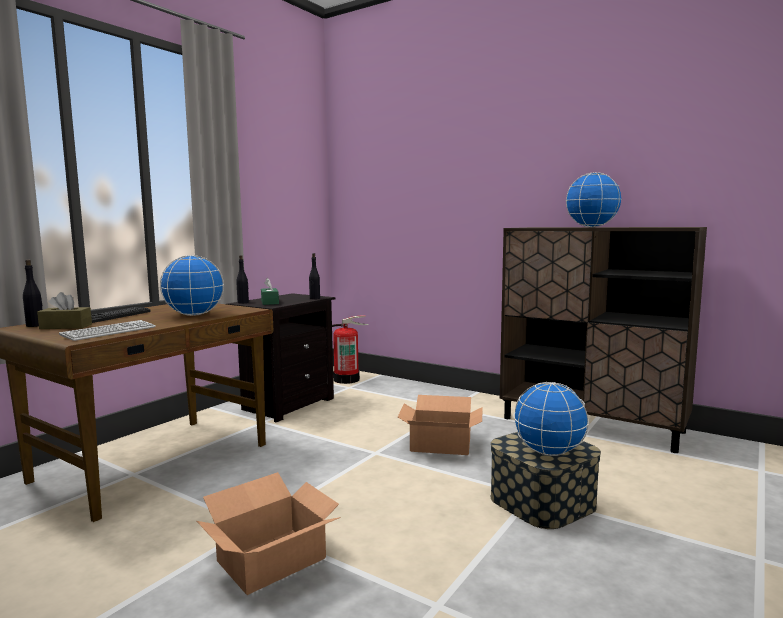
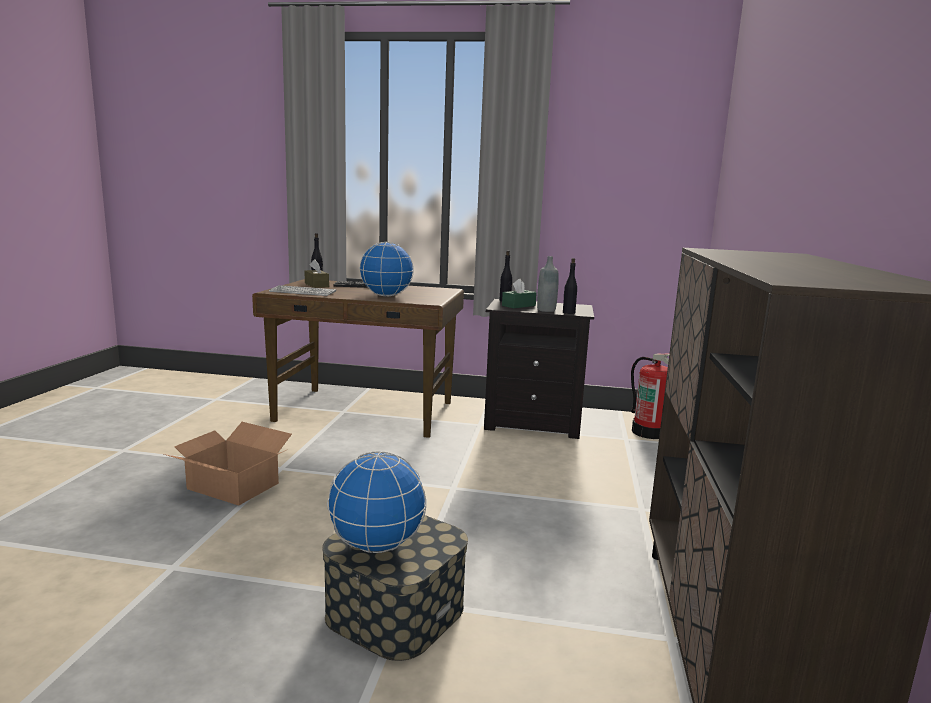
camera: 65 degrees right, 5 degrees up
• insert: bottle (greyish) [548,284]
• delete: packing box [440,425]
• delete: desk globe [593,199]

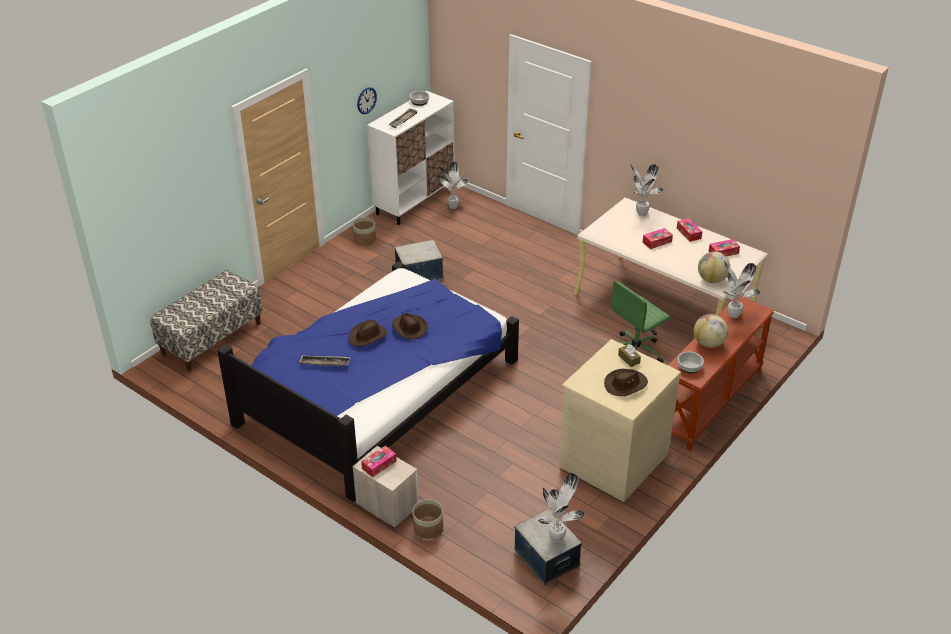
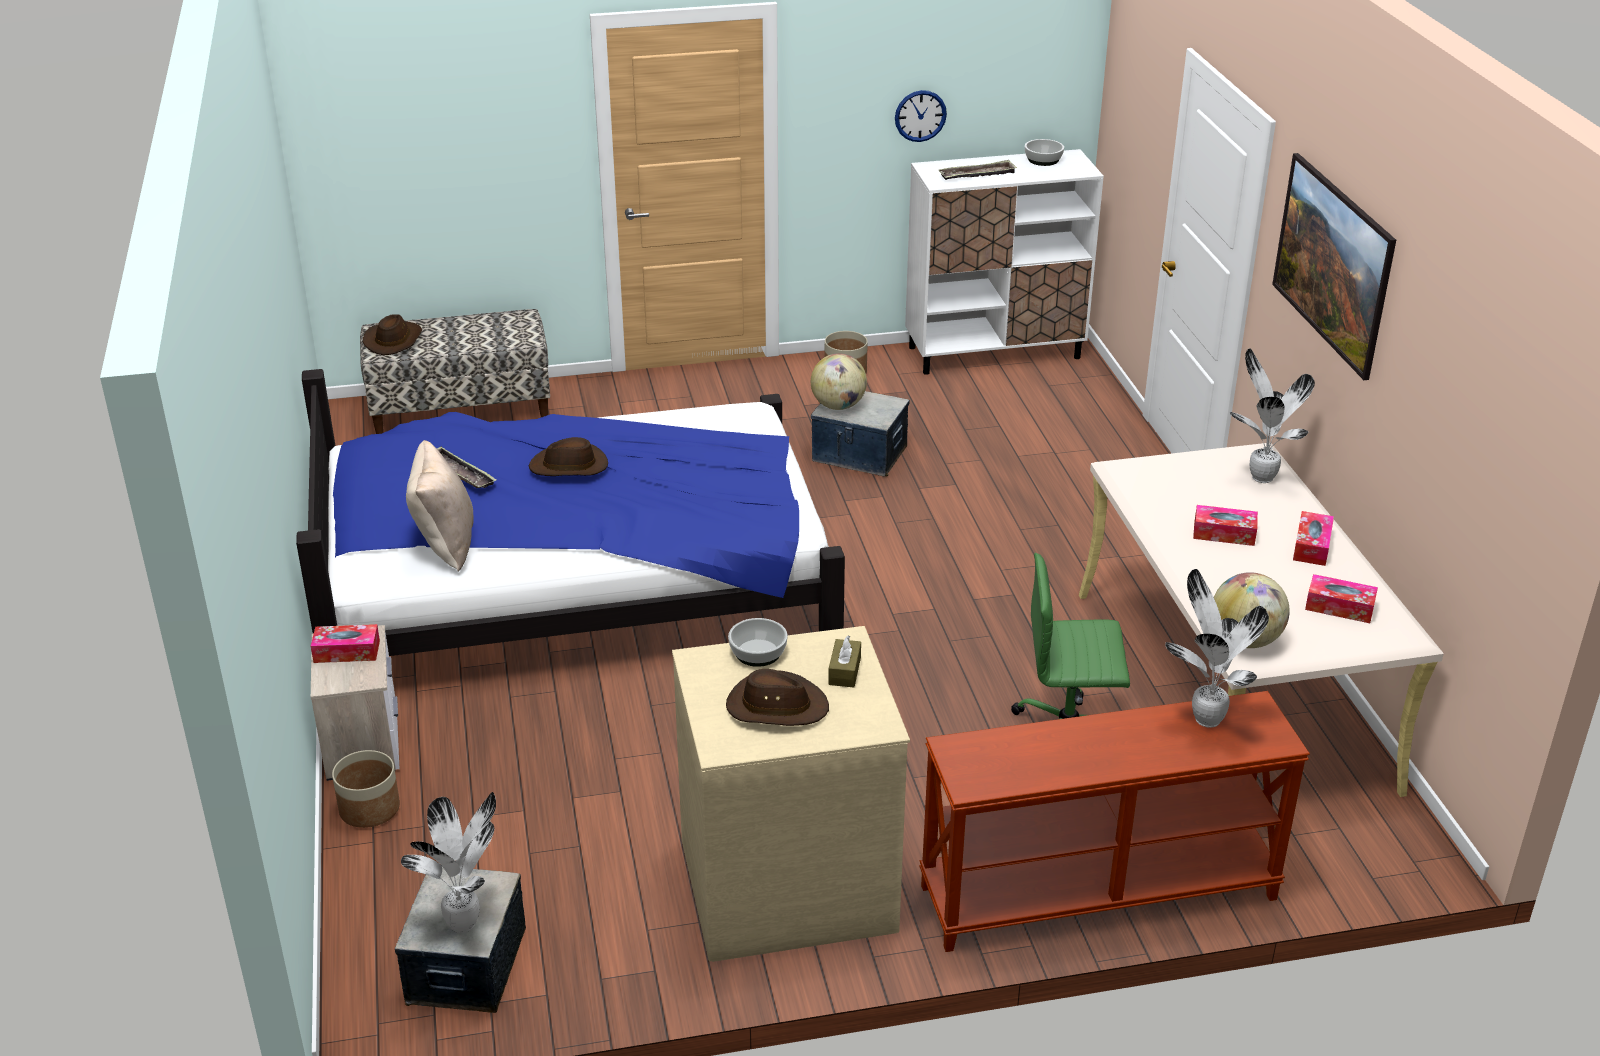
camera: 40 degrees right, 5 degrees down
• move: clothing hat (brownish) [410,326] to [392,334]
• insert: pillow (beige-coloured) [440,506]
• move: bowl [691,362] to [758,642]
• move: desk globe [711,331] to [839,381]
• insert: wall picture [1334,266]
• delete: houseplant [453,185]

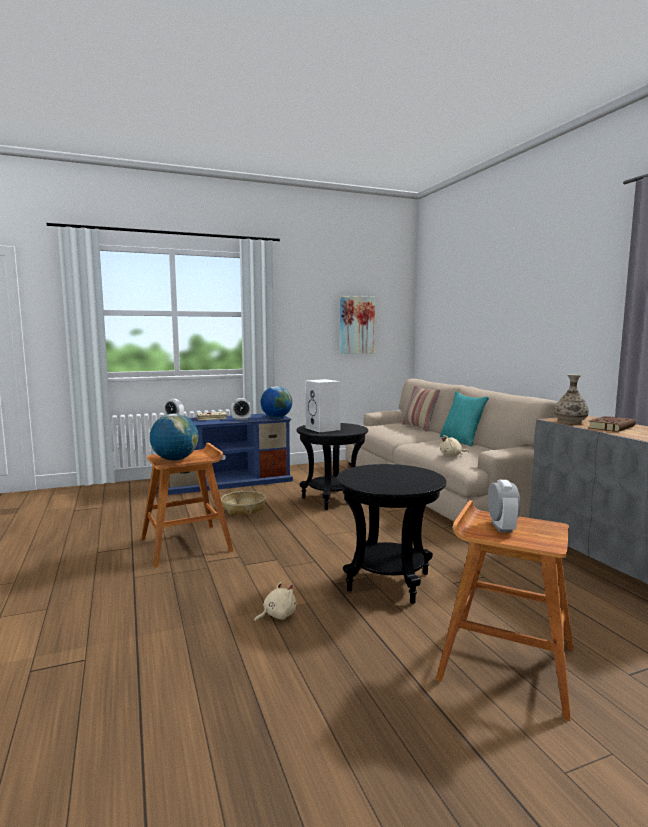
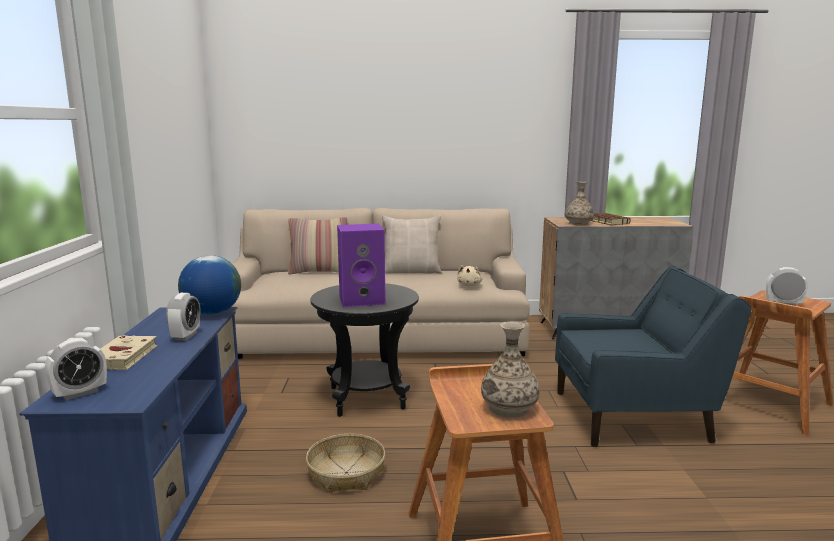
camera: 70 degrees left, 5 degrees up
• recolor: speaker (white) [323,405] to speaker (purple) [361,265]
• recolor: pillow (blue-green) [464,419] to pillow (beige-coloured) [412,244]
• replace: desk globe [174,437] to vase [510,369]
• replace: accent table (blackish) [391,534] to armchair (blue-coloured) [653,356]
• delete: cuddly toy (beige-coloured) [275,602]
• delete: wall picture [357,325]

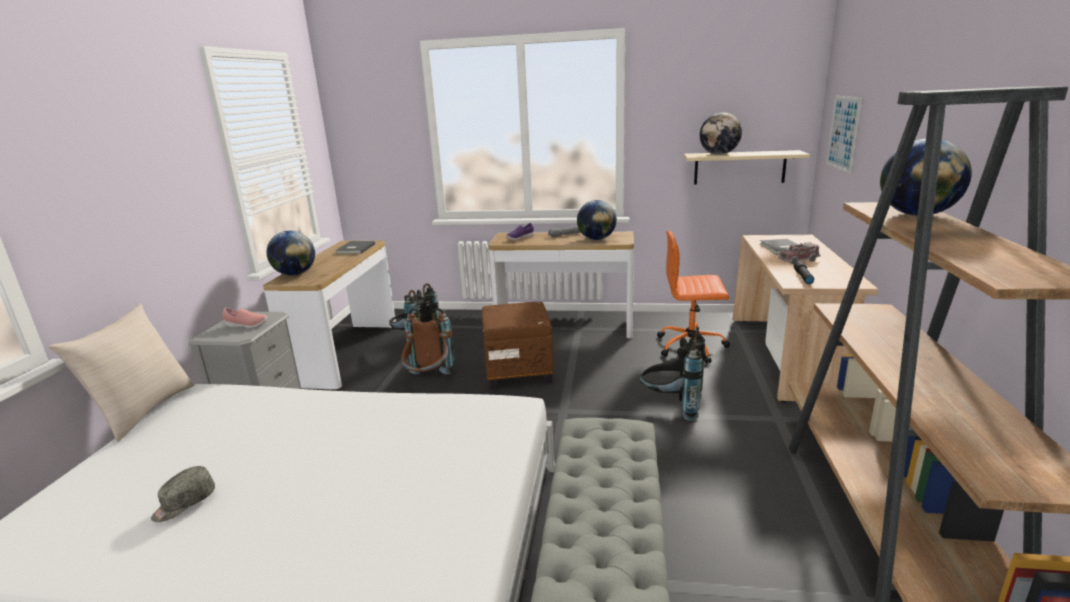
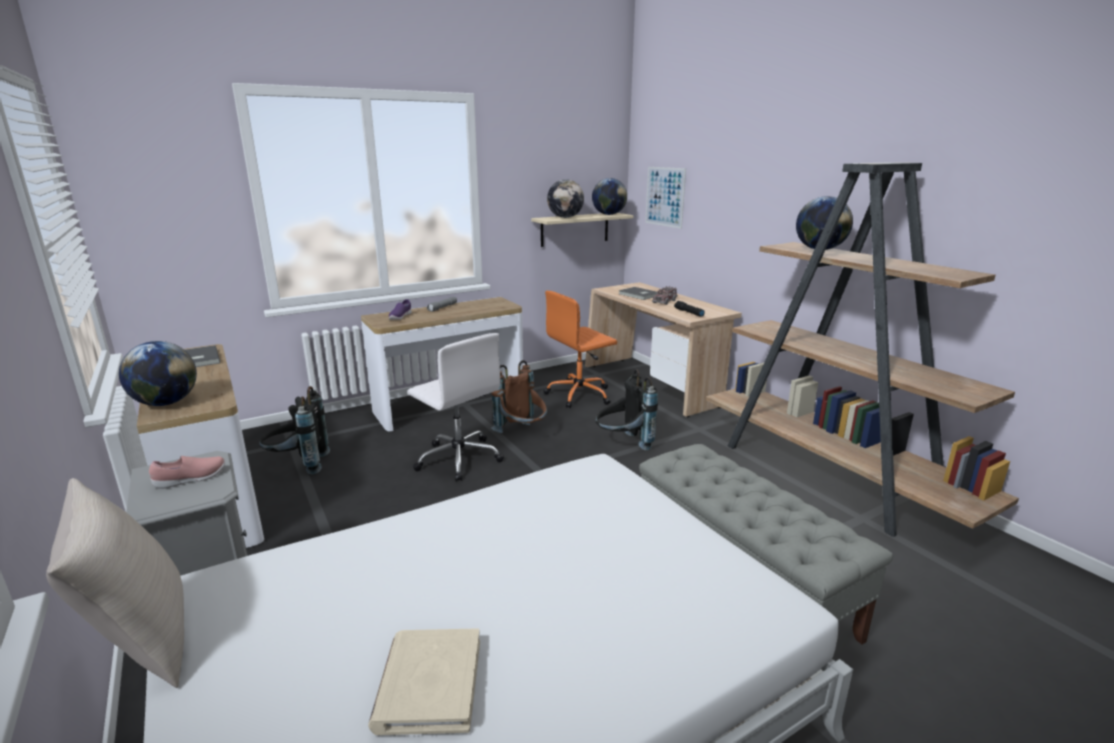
camera: 40 degrees left, 0 degrees up
• replace: baseball cap (greyish) [183,494] to bound book (beige-coloured) [424,681]
• replace: footrest (brownish) [518,345] to computer chair (white) [455,407]
• move: rucksack (brownish) [428,341] to [519,396]
• move: desk globe [597,220] to [609,196]

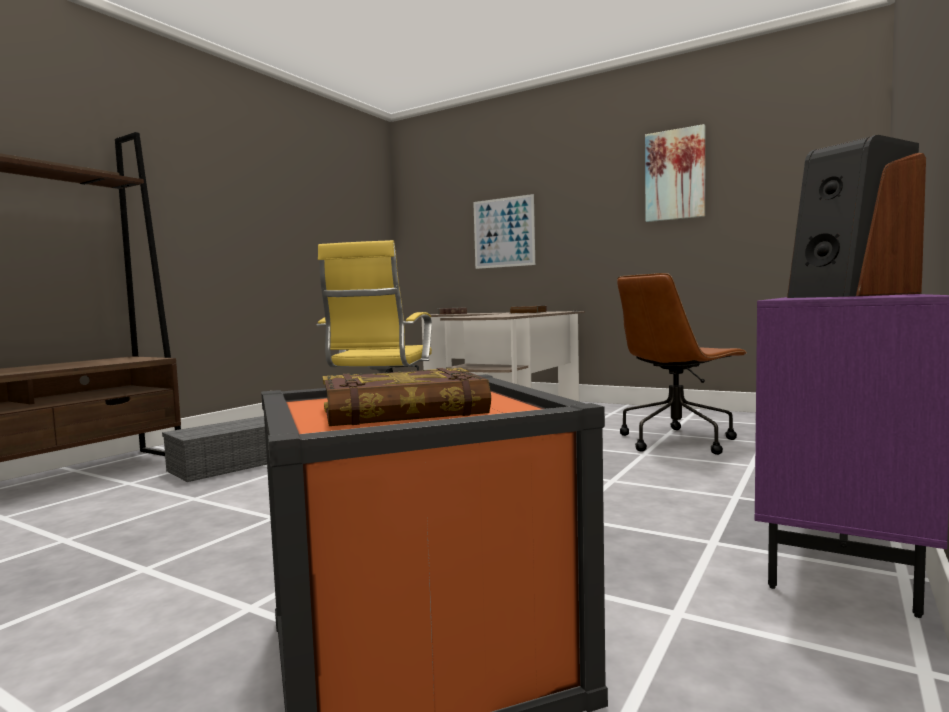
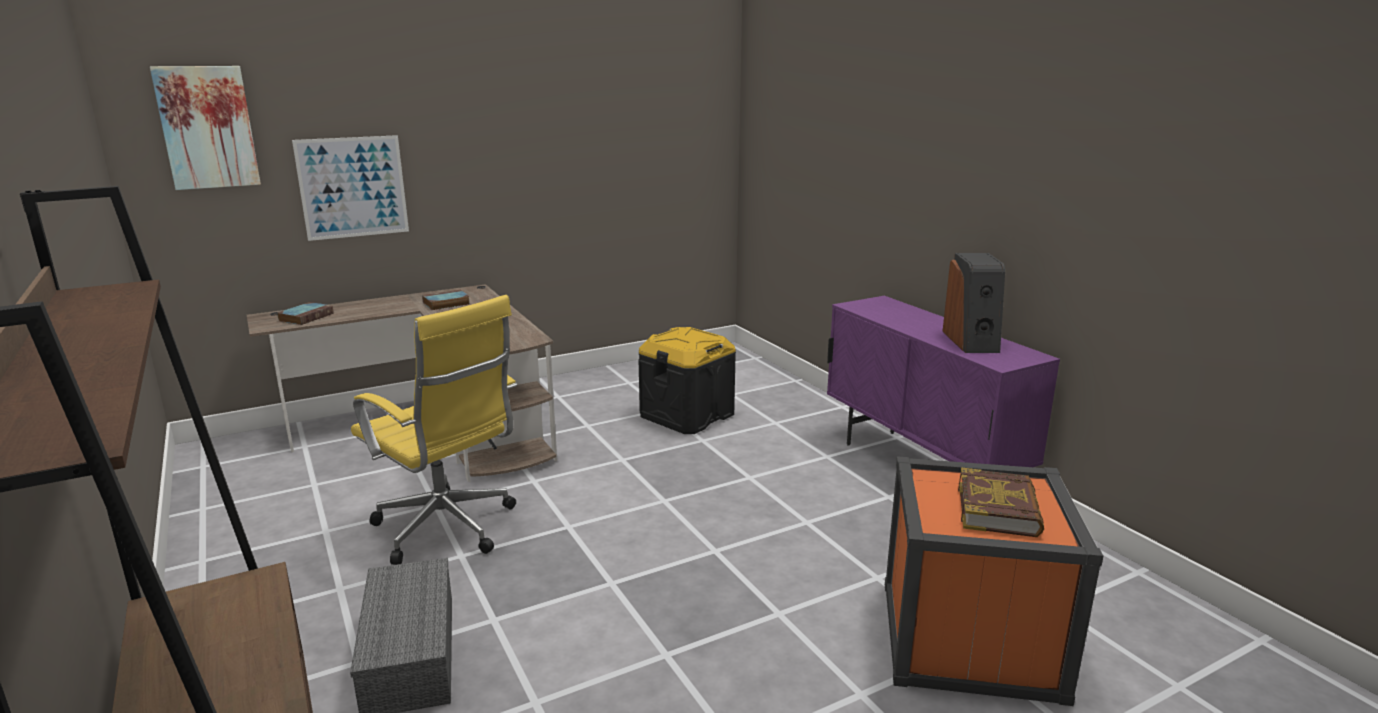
camera: 60 degrees left, 15 degrees up
• move: wall picture [675,173] to [205,128]
• replace: computer chair (brownish) [682,364] to storage container (blackish) [687,380]

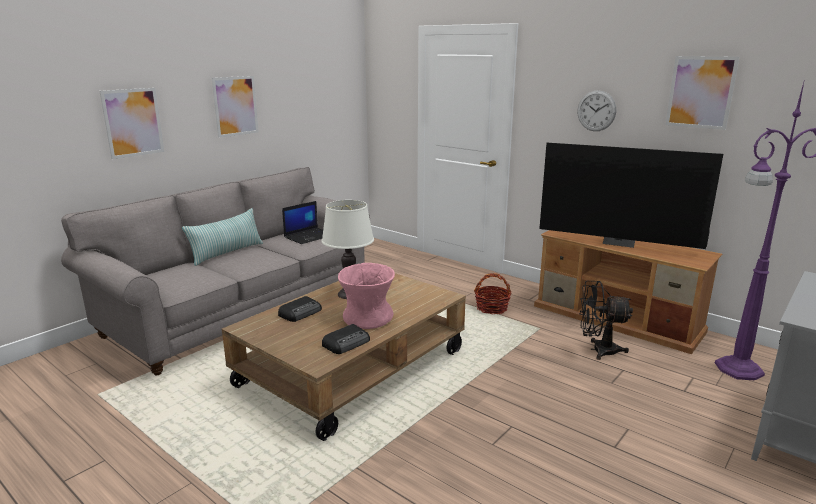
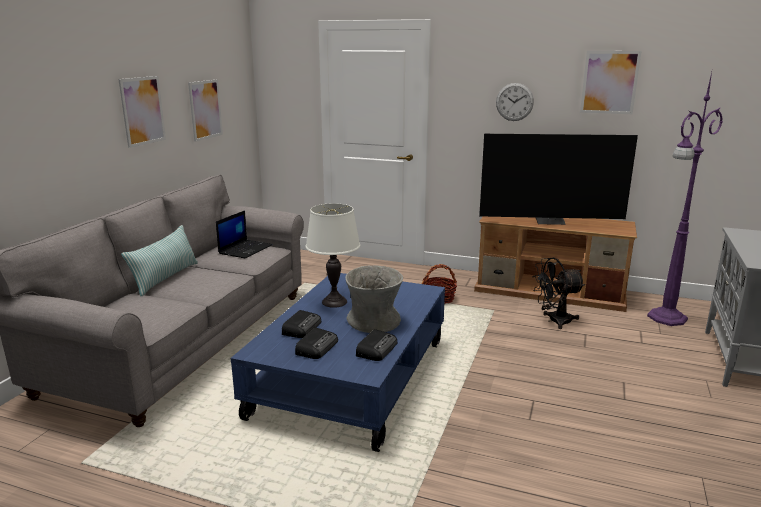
camera: 20 degrees left, 0 degrees up
• move: wall picture [132,123] to [205,110]
• recolor: low table (brownish) [344,357] to low table (blue-coloured) [338,362]
• insert: radio set [316,343]
• recolor: vase (pink) [366,296] to vase (greyish) [374,299]

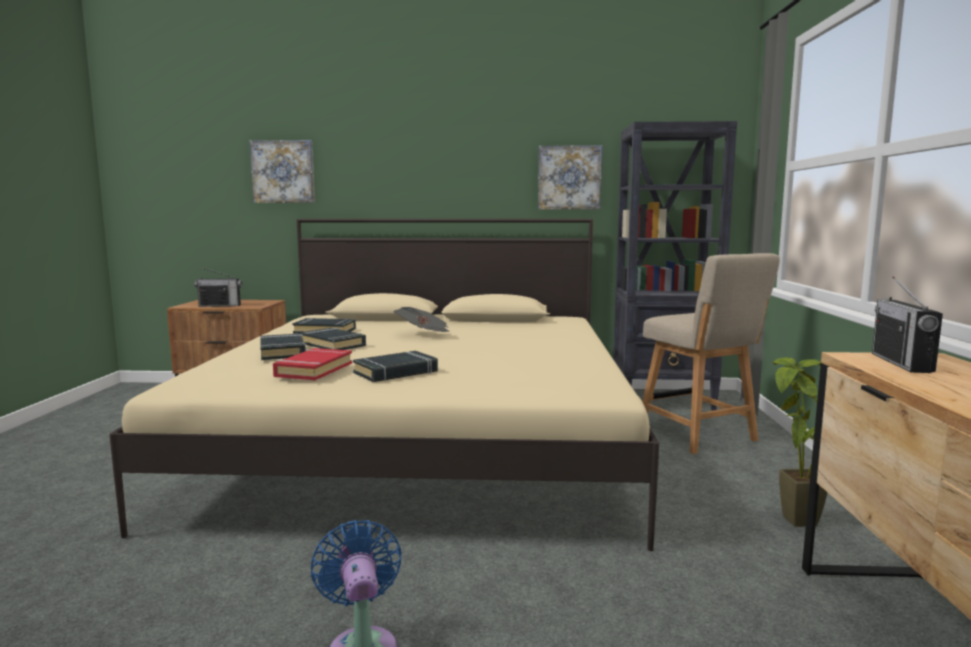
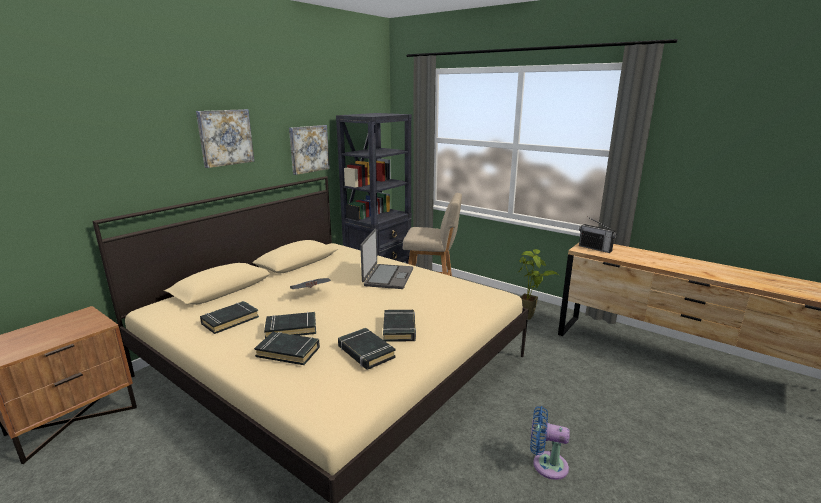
camera: 55 degrees left, 10 degrees up
• move: wall picture [282,171] to [225,138]
• recolor: bound book (red) [312,364] to bound book (blackish) [367,349]
• insert: laptop [386,258]
• delete: radio set [218,287]

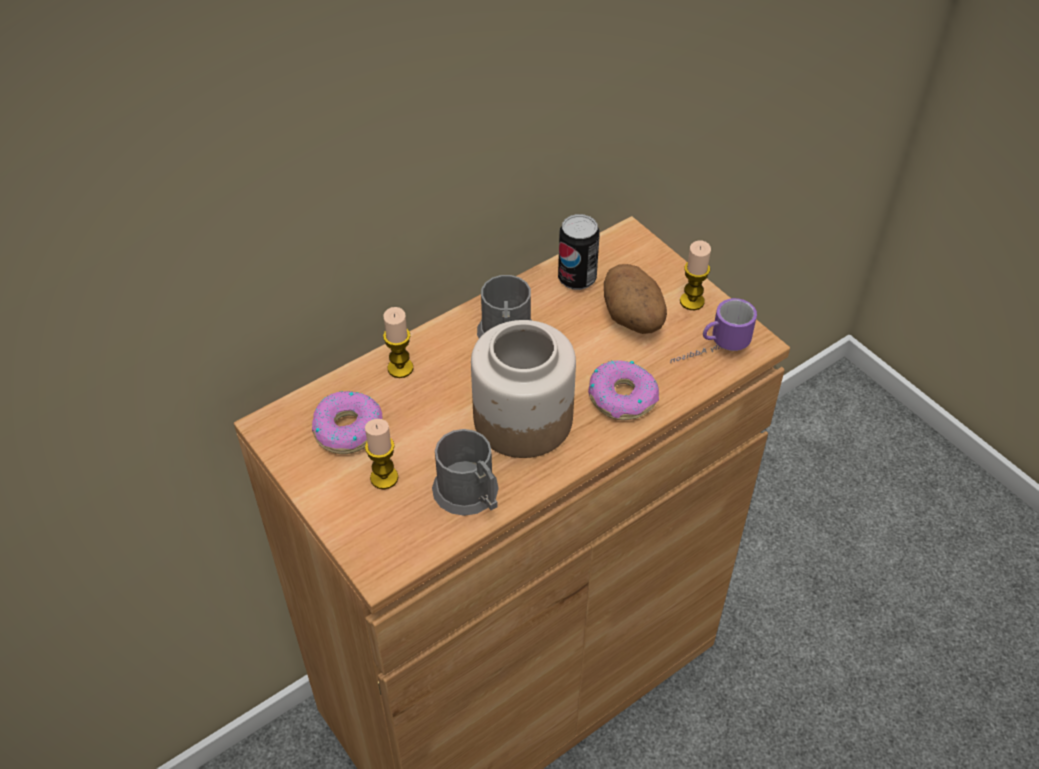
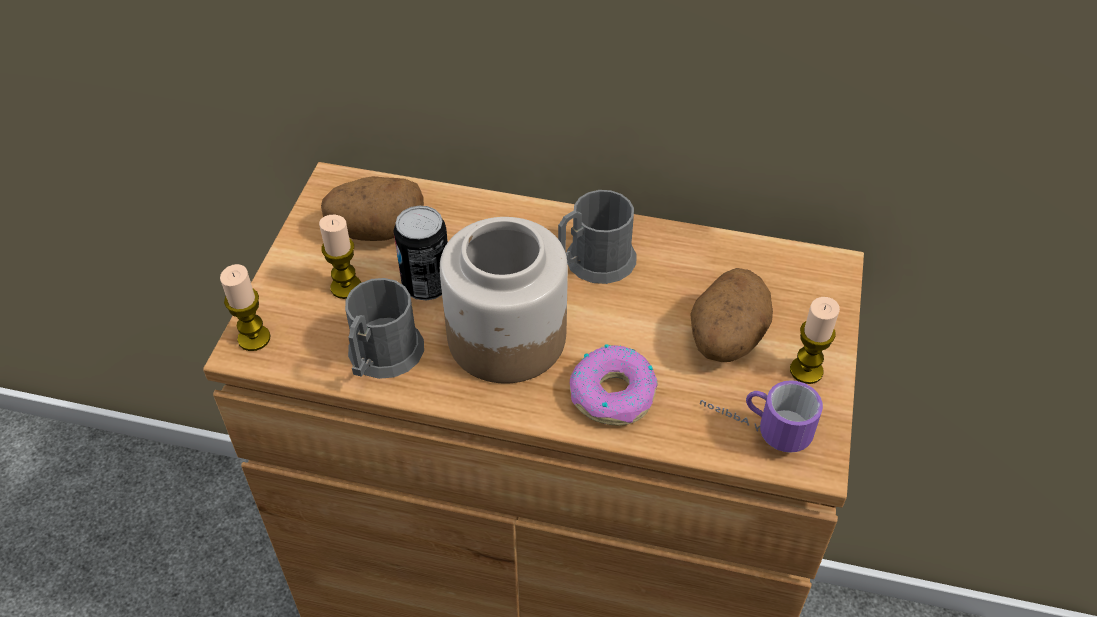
camera: 50 degrees right, 0 degrees up
• move: wax light [398,342] to [245,307]
• replace: donut [347,422] to potato [372,208]
• move: can [579,252] to [420,253]

